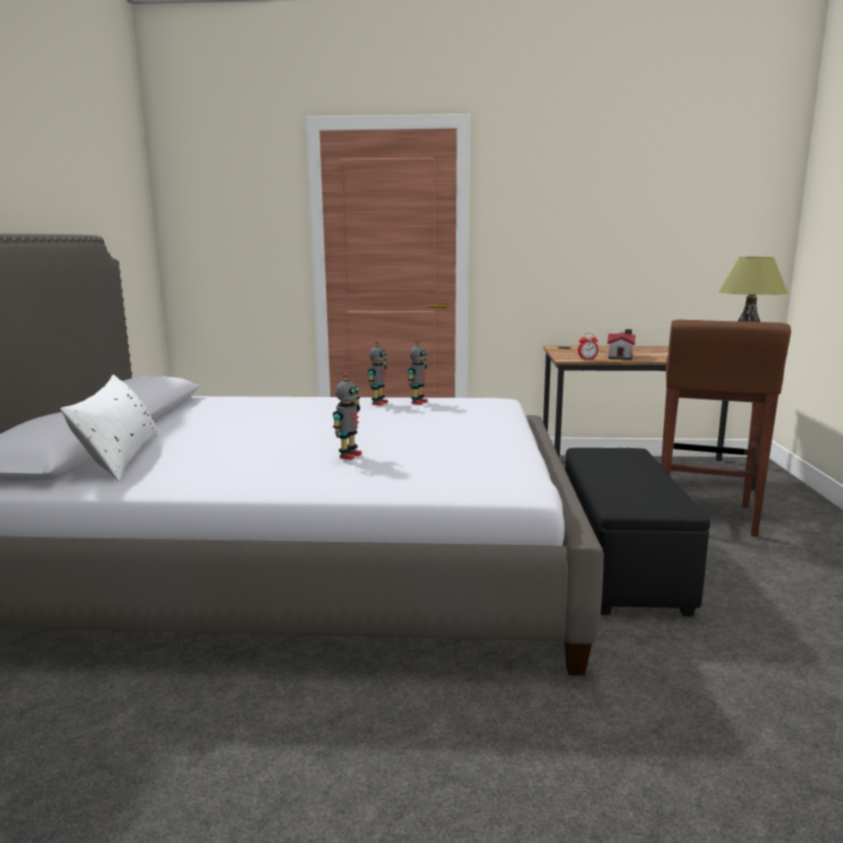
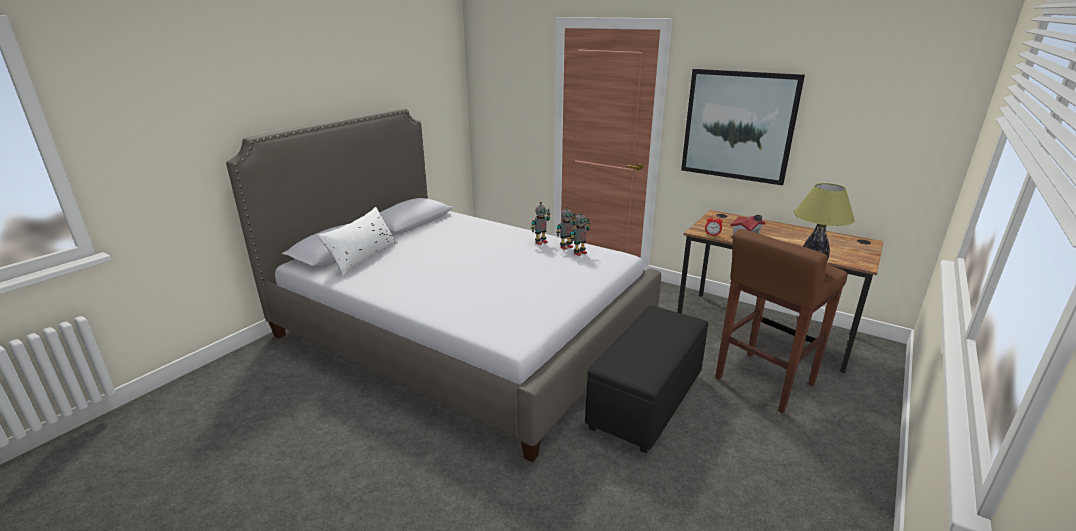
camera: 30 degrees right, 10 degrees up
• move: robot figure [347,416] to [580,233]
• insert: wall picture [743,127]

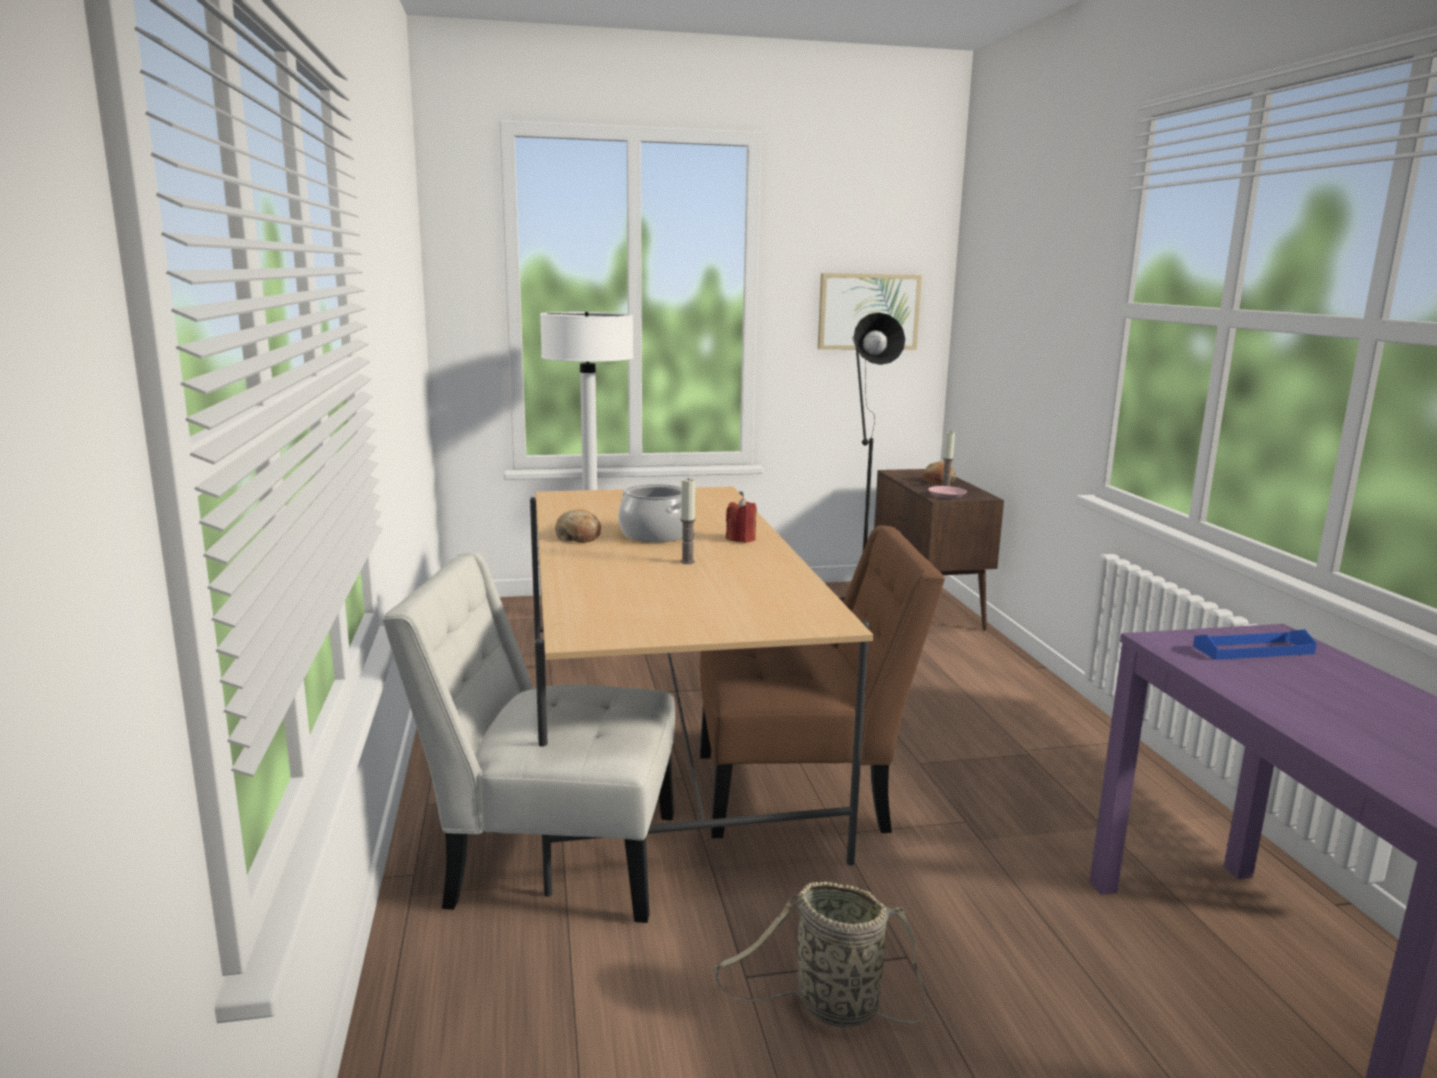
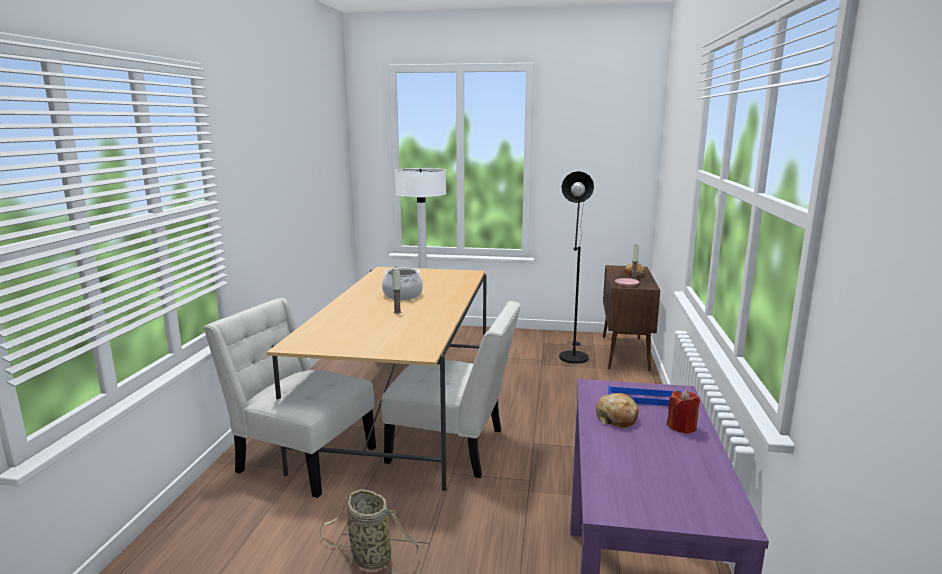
camera: 20 degrees right, 0 degrees up
• recolor: upright chair (brownish) [822,681] to upright chair (white) [451,389]
• move: bakery bread [578,526] to [617,410]
• move: wax light (red) [741,520] to [683,412]
• delete: wall picture [870,311]

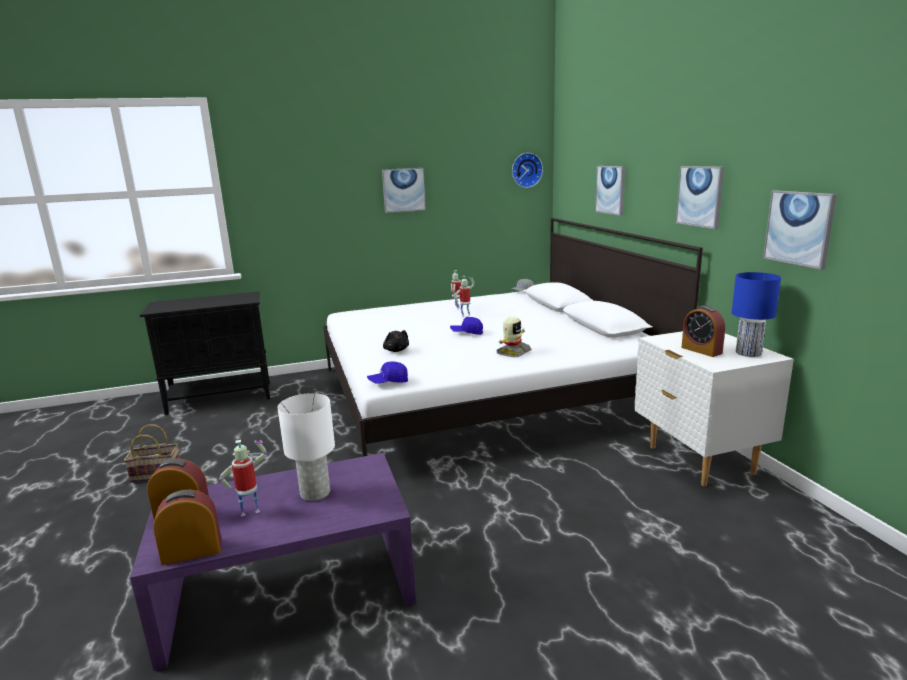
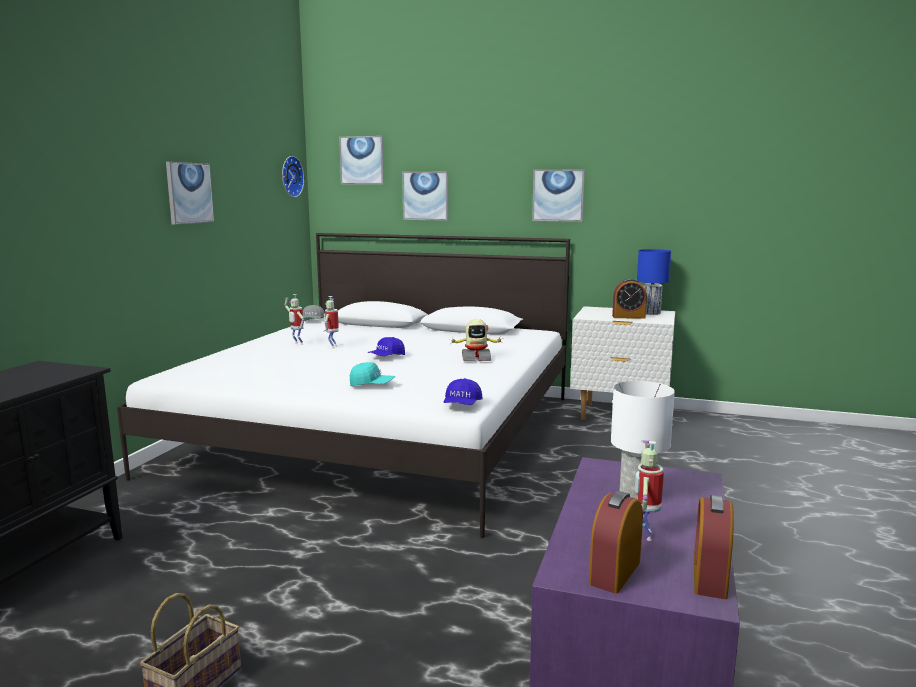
camera: 55 degrees left, 5 degrees down
• move: wall picture [800,230] to [361,160]
• replace: cuddly toy (blackish) [396,341] to baseball cap (blue-green) [372,374]
• rotate: robot figure [514,336] = [476,340] 105 degrees clockwise

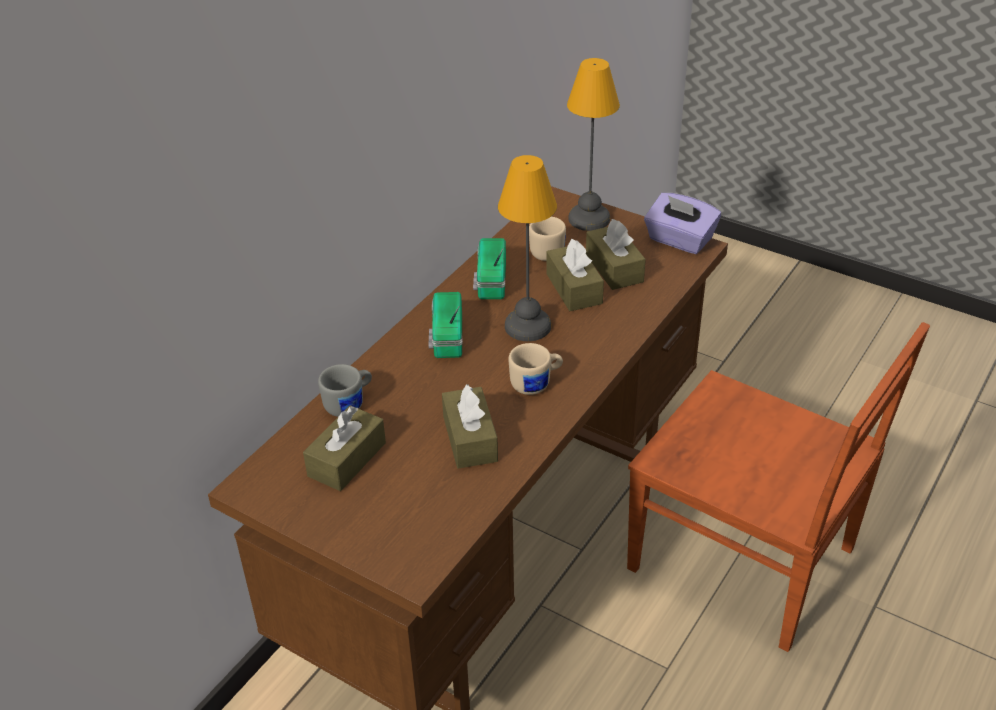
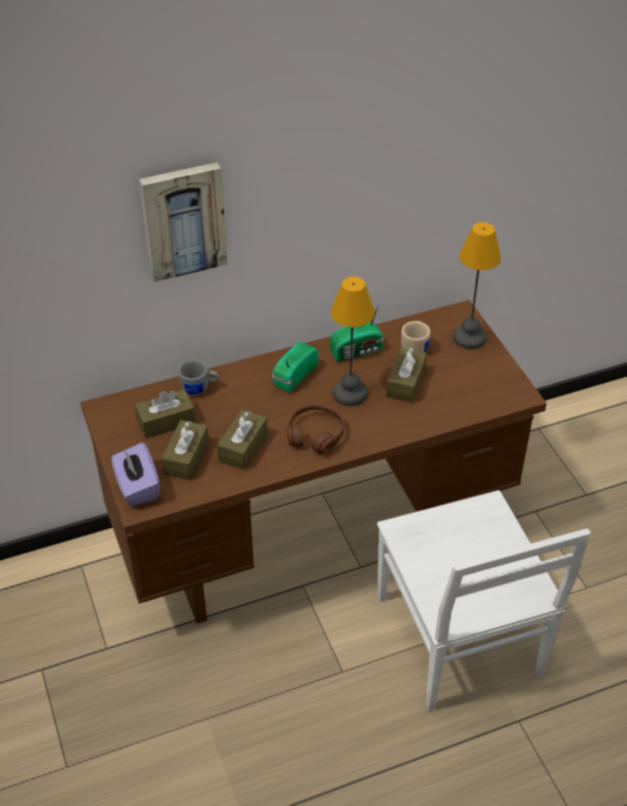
camera: 35 degrees right, 5 degrees up
• move: box of tissues (purple) [682,223] to [135,474]
• insert: wall picture [183,222]
• move: box of tissues (brownish) [616,254] to [185,450]
• replace: tea mug (beige-coloured) [536,369] to headset (brownish) [315,428]
• rotate: radio set [489,268] = [357,331] 150 degrees counterclockwise
• recolor: upright chair (brownish) [778,487] to upright chair (white) [484,600]

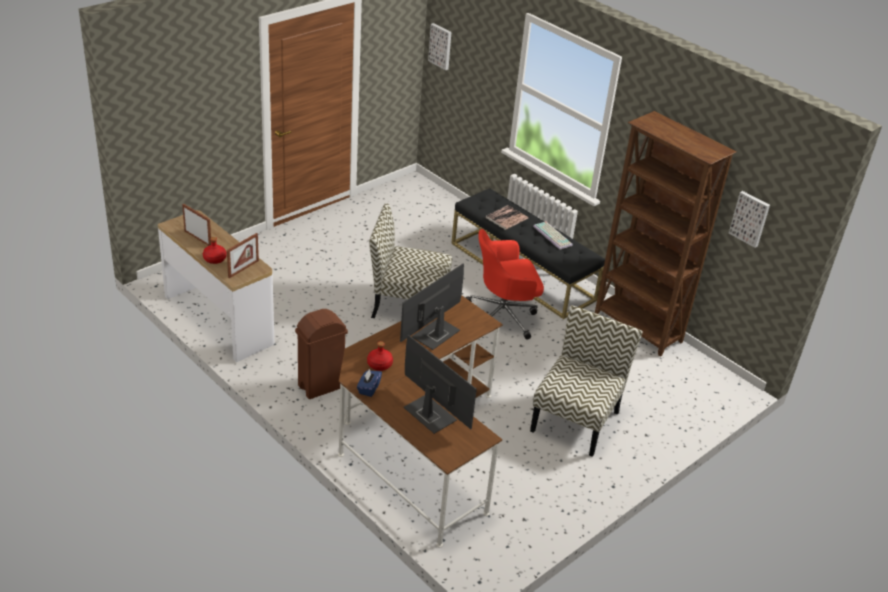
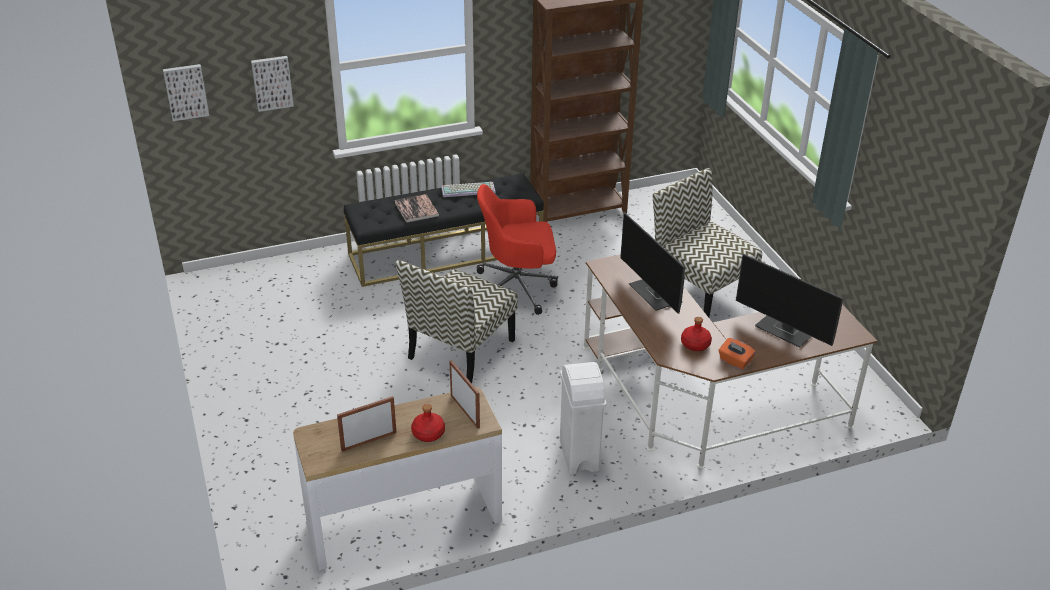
camera: 65 degrees left, 0 degrees up
• move: wall picture [749,219] to [272,84]
• rotate: computer chair (red) [504,284] = [517,249] 75 degrees clockwise
• recolor: rubbish bin (brownish) [321,354] to rubbish bin (white) [583,418]
• recolor: box of tissues (blue-coloured) [369,382] to box of tissues (orange) [736,354]
• rotate: computer display [440,384] = [789,300] 120 degrees counterclockwise

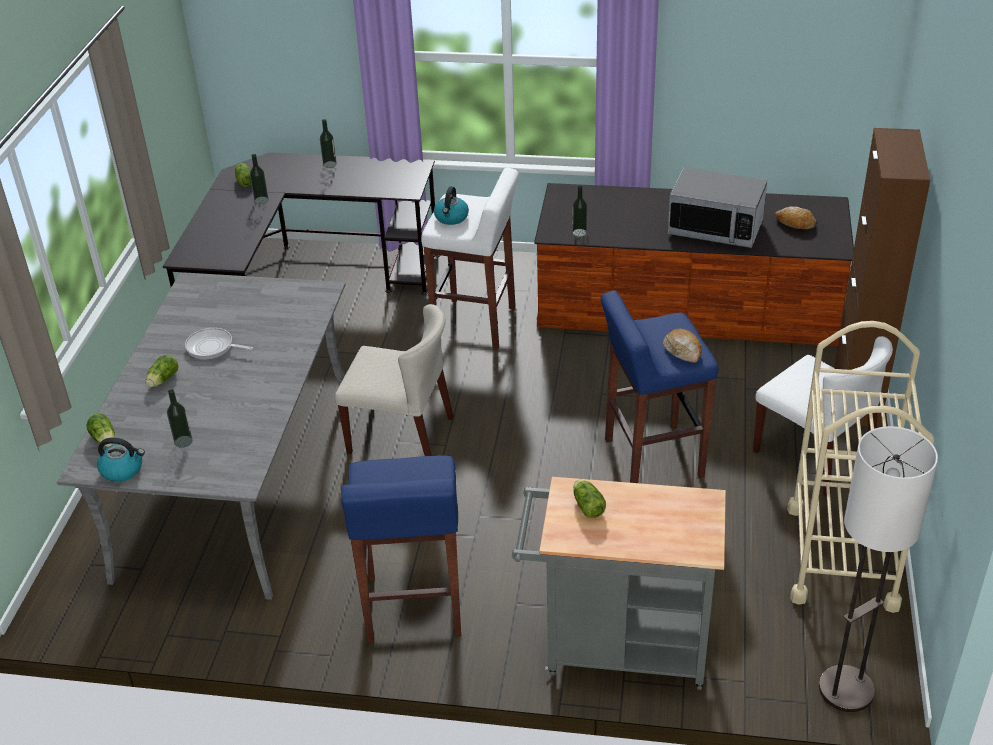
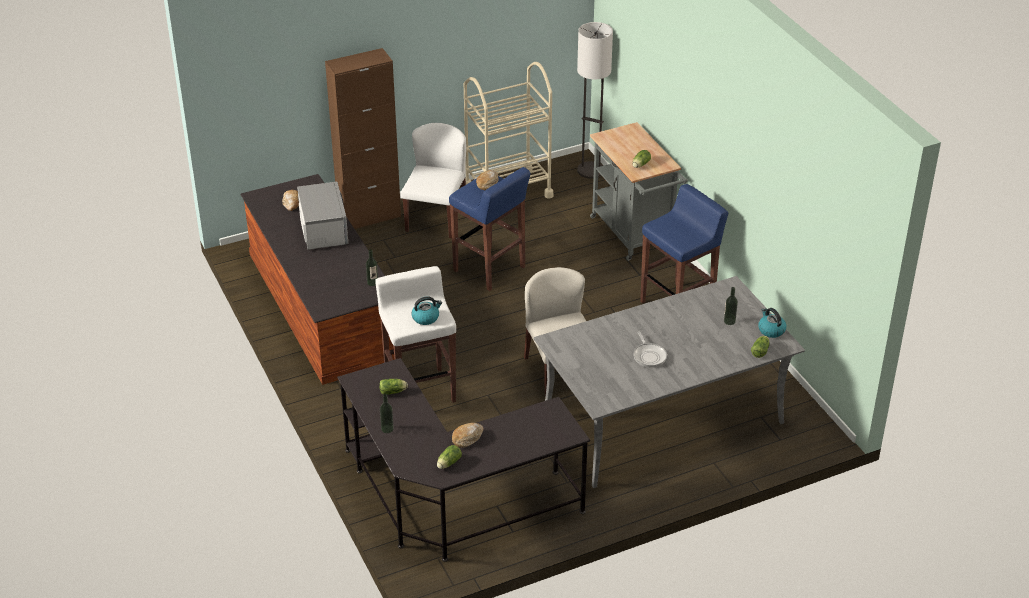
camera: 125 degrees left, 0 degrees up
• move: lettuce head [162,371] to [393,387]
• replace: bottle [259,179] to bakery bread [467,435]

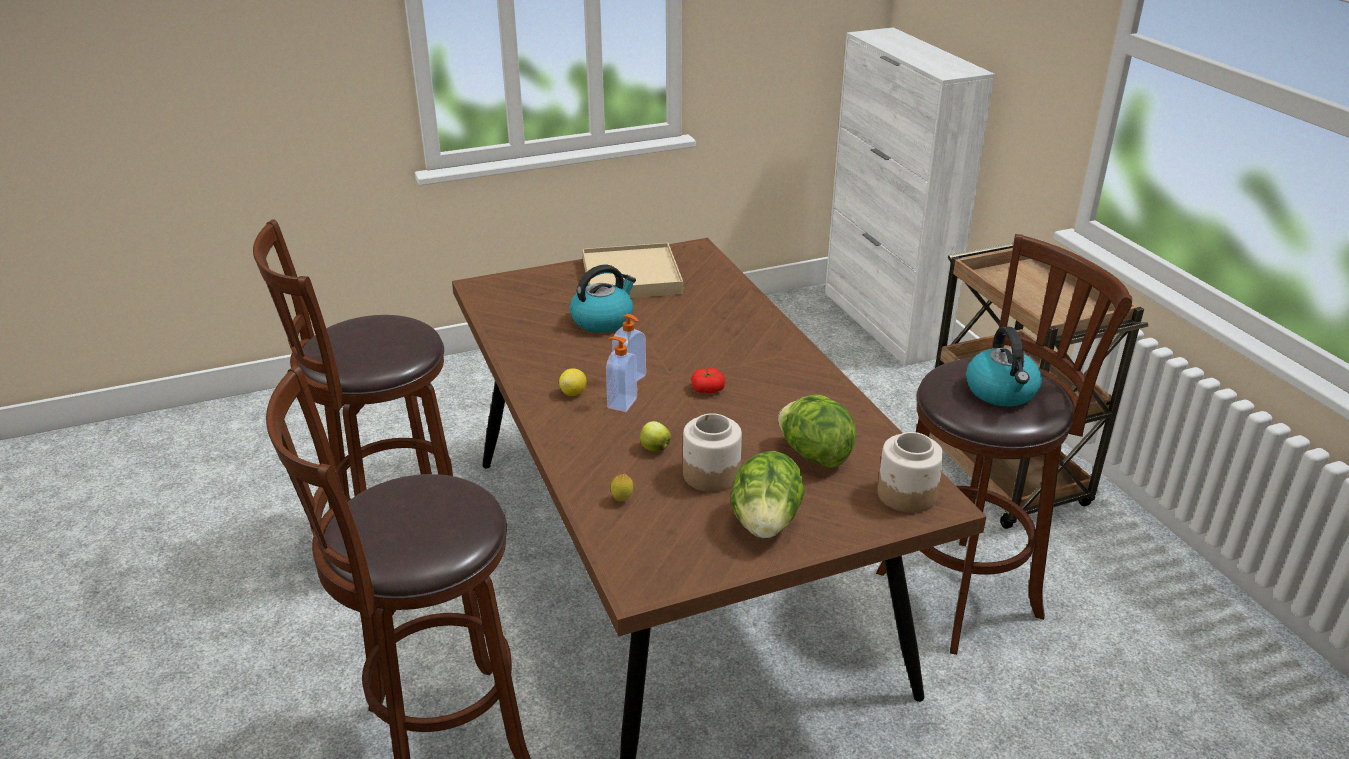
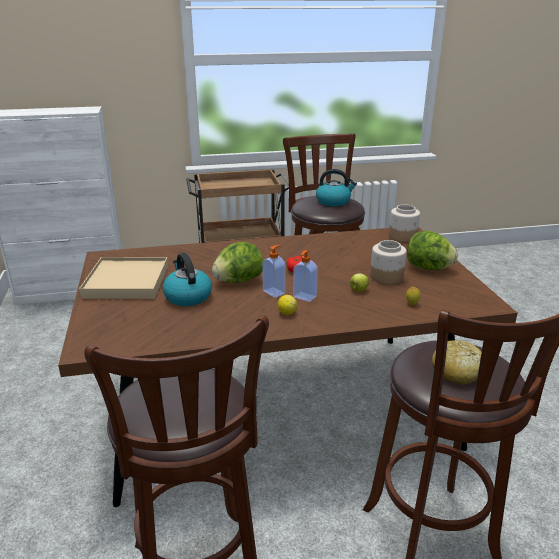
camera: 80 degrees left, 5 degrees down
• move: lettuce head [817,431] to [238,262]
• insert: bakery bread [457,362]

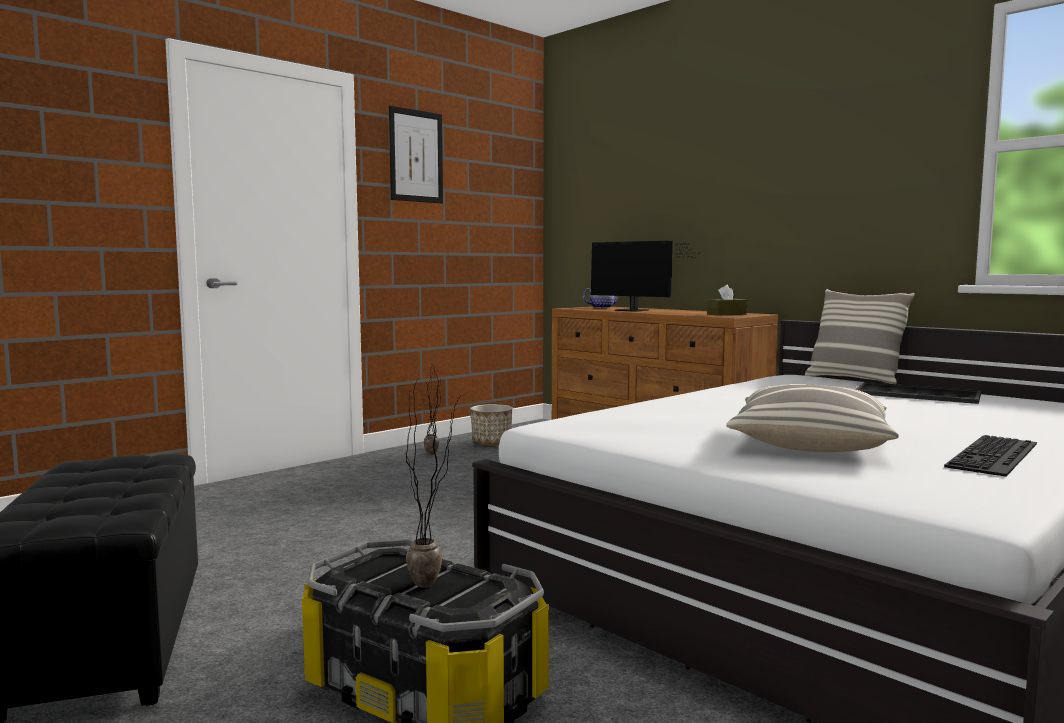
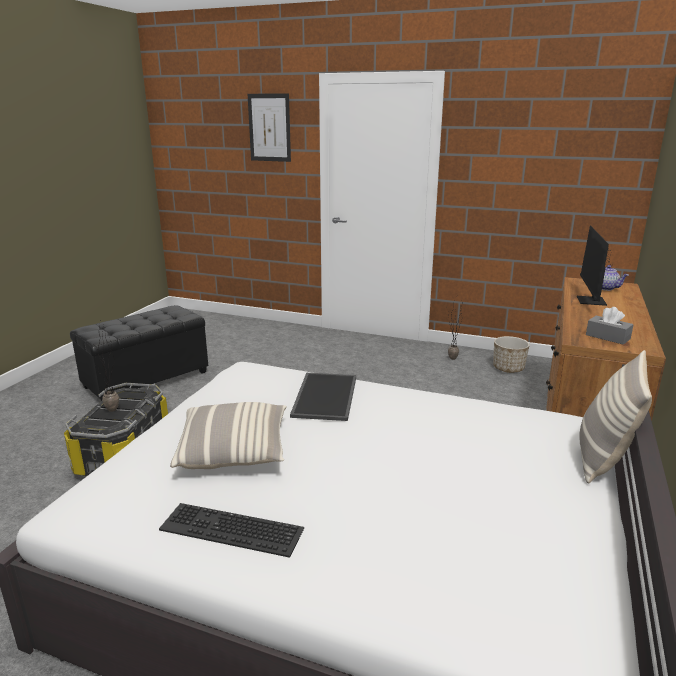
camera: 65 degrees right, 15 degrees up
• move: wall picture [416,154] to [269,127]
• move: carrying tray [918,393] to [323,397]
• recolor: box of tissues (brownish) [727,300] to box of tissues (greyish) [610,326]

